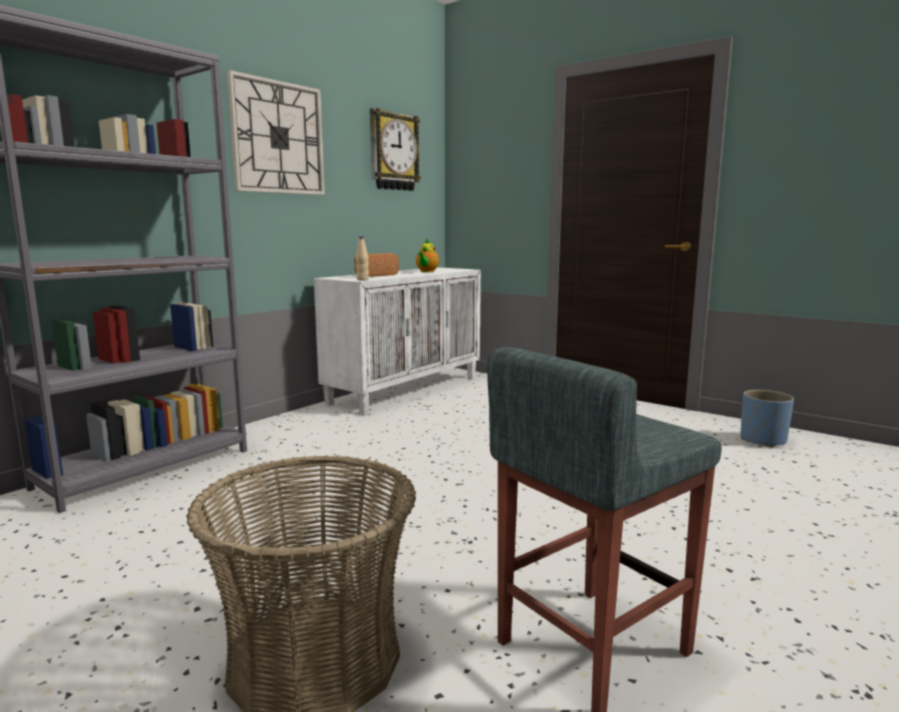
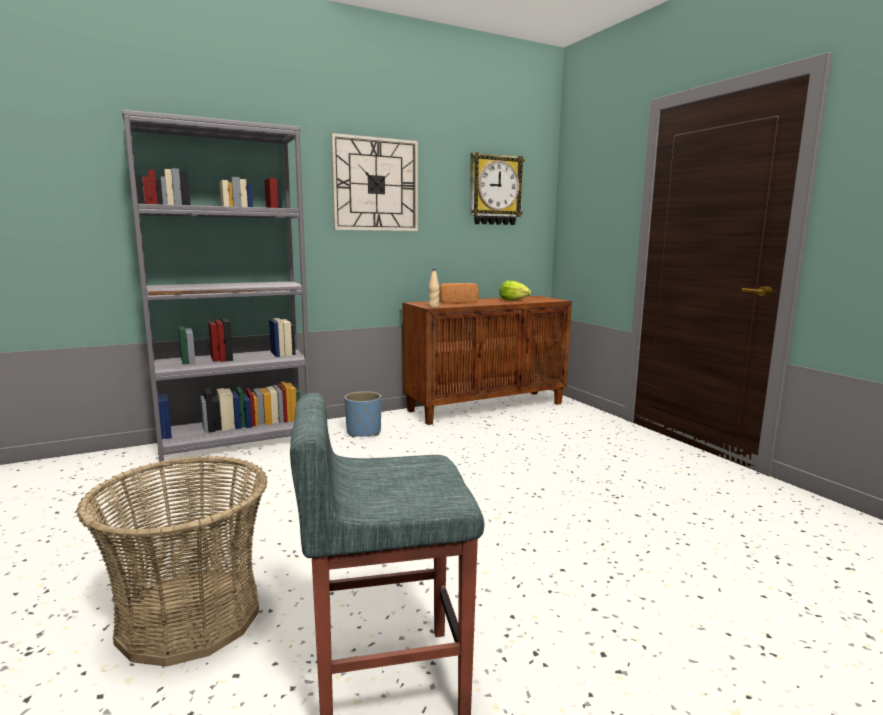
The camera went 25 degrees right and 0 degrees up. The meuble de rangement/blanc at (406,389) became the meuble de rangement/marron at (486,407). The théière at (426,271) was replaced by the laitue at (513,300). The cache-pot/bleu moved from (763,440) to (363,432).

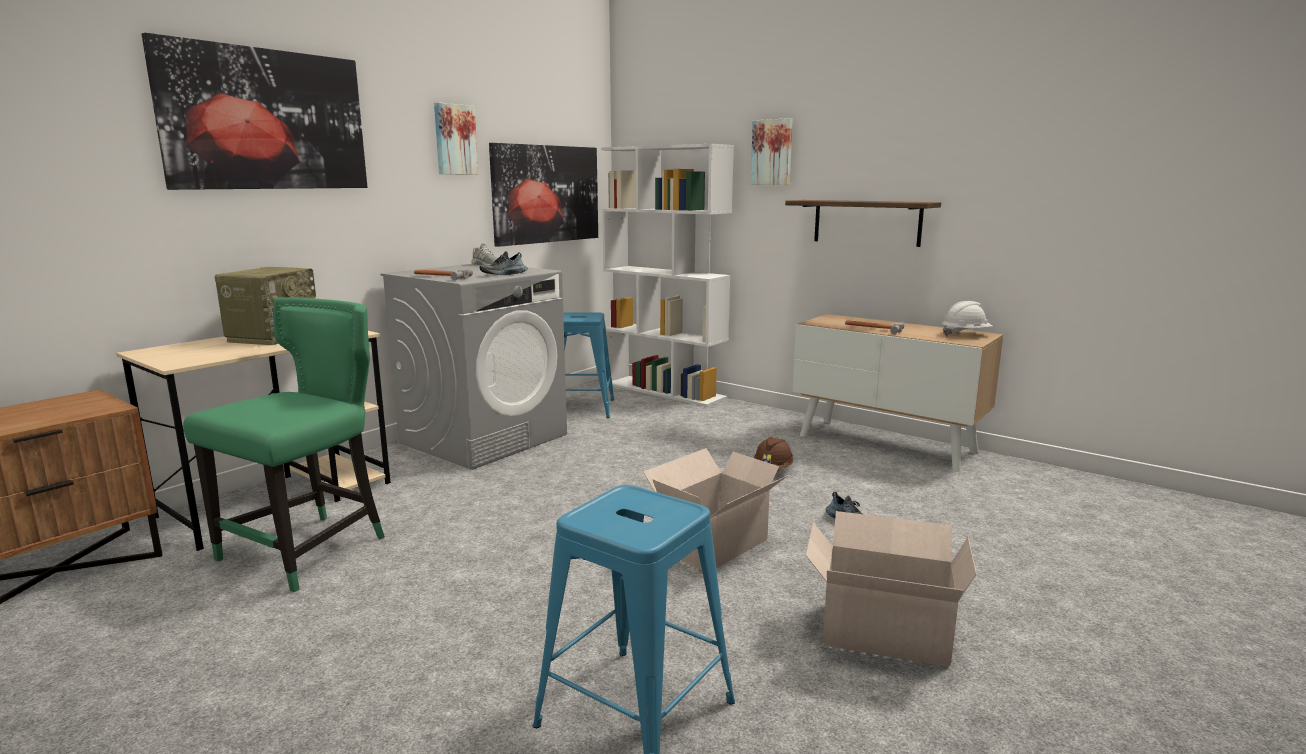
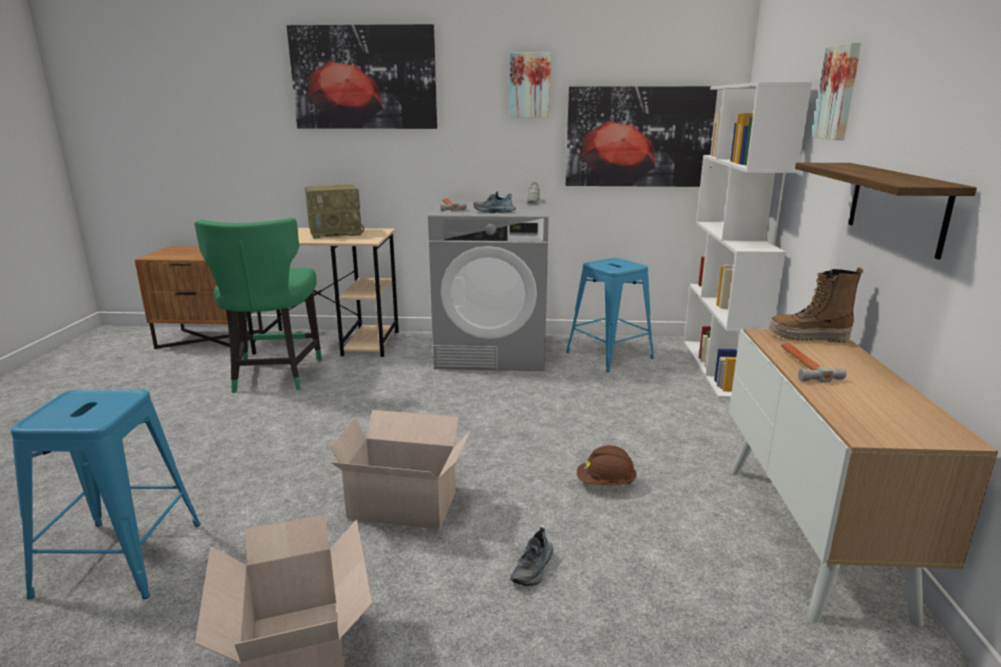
The camera went 55 degrees right and 5 degrees up. The chaise/vert at (309,549) turned 90 degrees clockwise. The casque de chantier/blanc at (965,334) disappeared. The botte at (808,338) appeared.

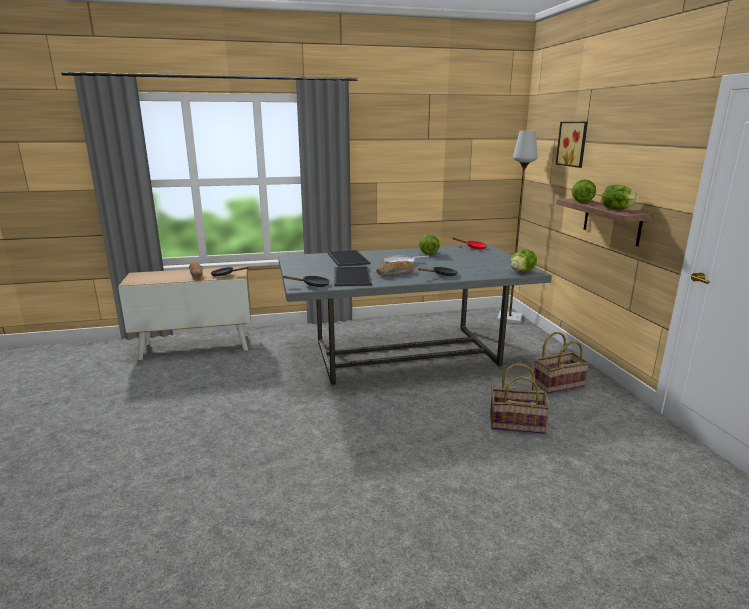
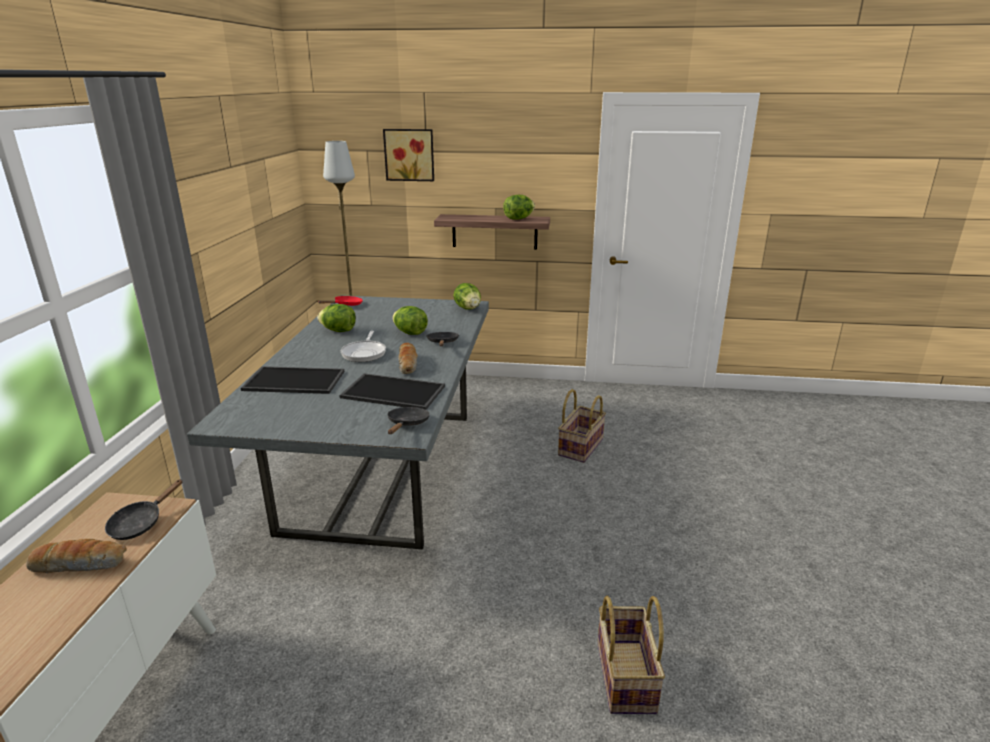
The camera went 70 degrees left and 5 degrees up. The panier moved from (558,384) to (624,676). The laitue moved from (582,201) to (410,333).

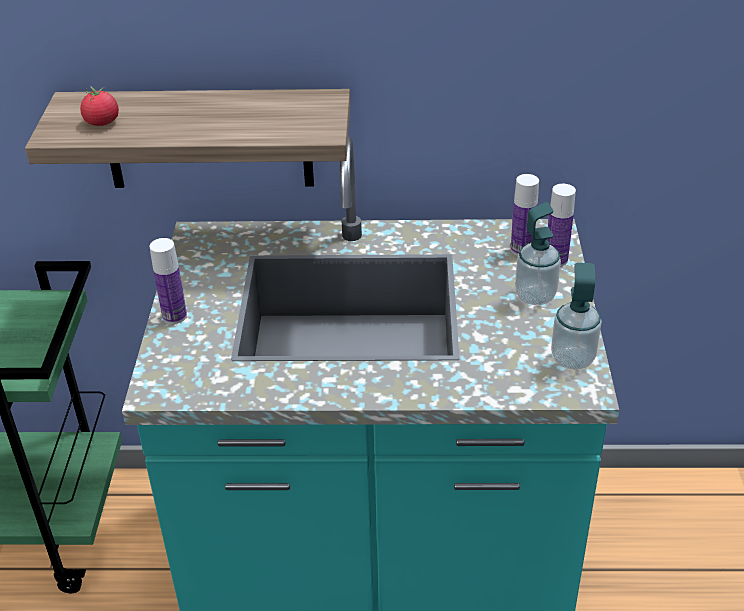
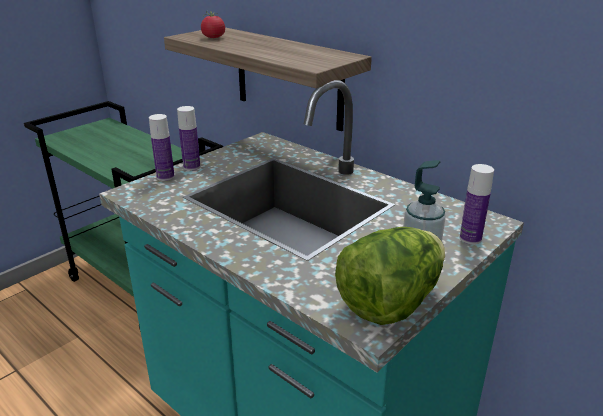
The camera went 40 degrees right and 10 degrees down. The bouteille moved from (521,249) to (165,177). The distributeur de savon at (572,358) was replaced by the laitue at (390,302).

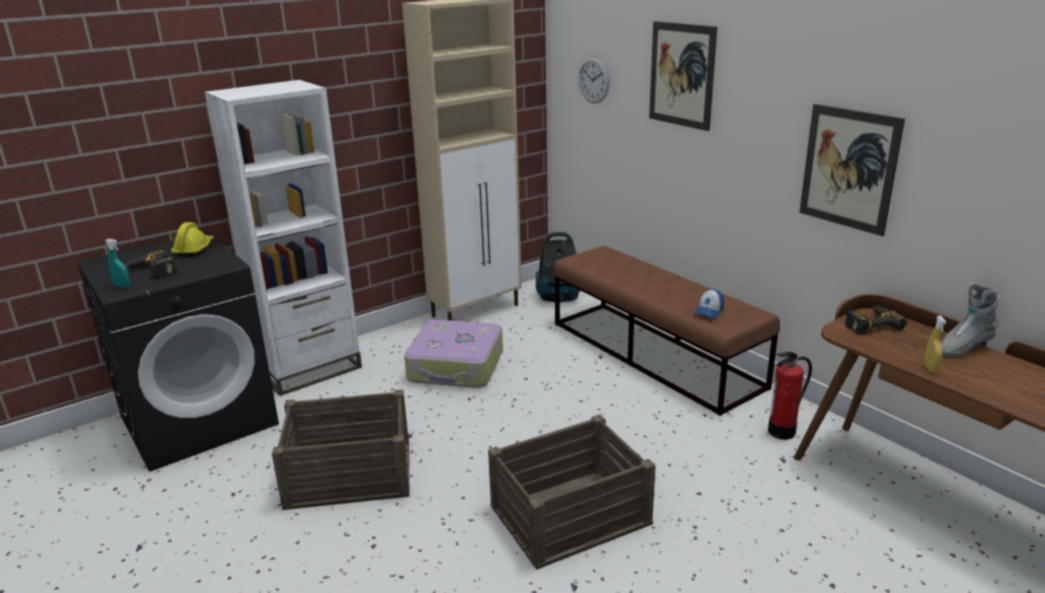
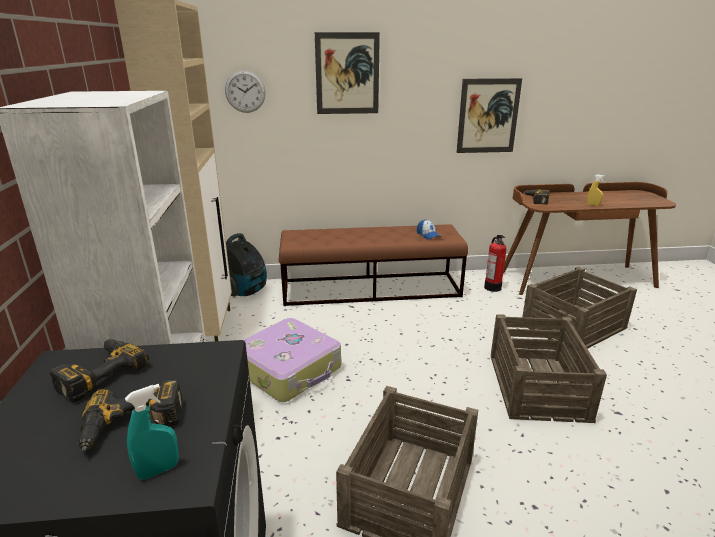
The camera went 60 degrees left and 0 degrees up. The casque de chantier/jaune at (194,249) was replaced by the perceuse at (98,373). The botte/gris at (963,348) disappeared. The caisse at (574,326) appeared.

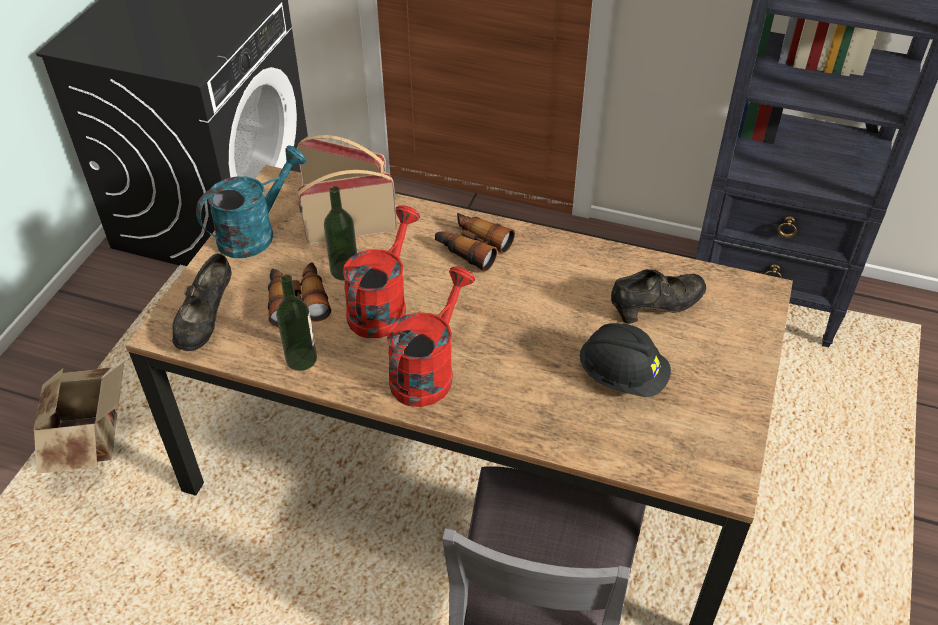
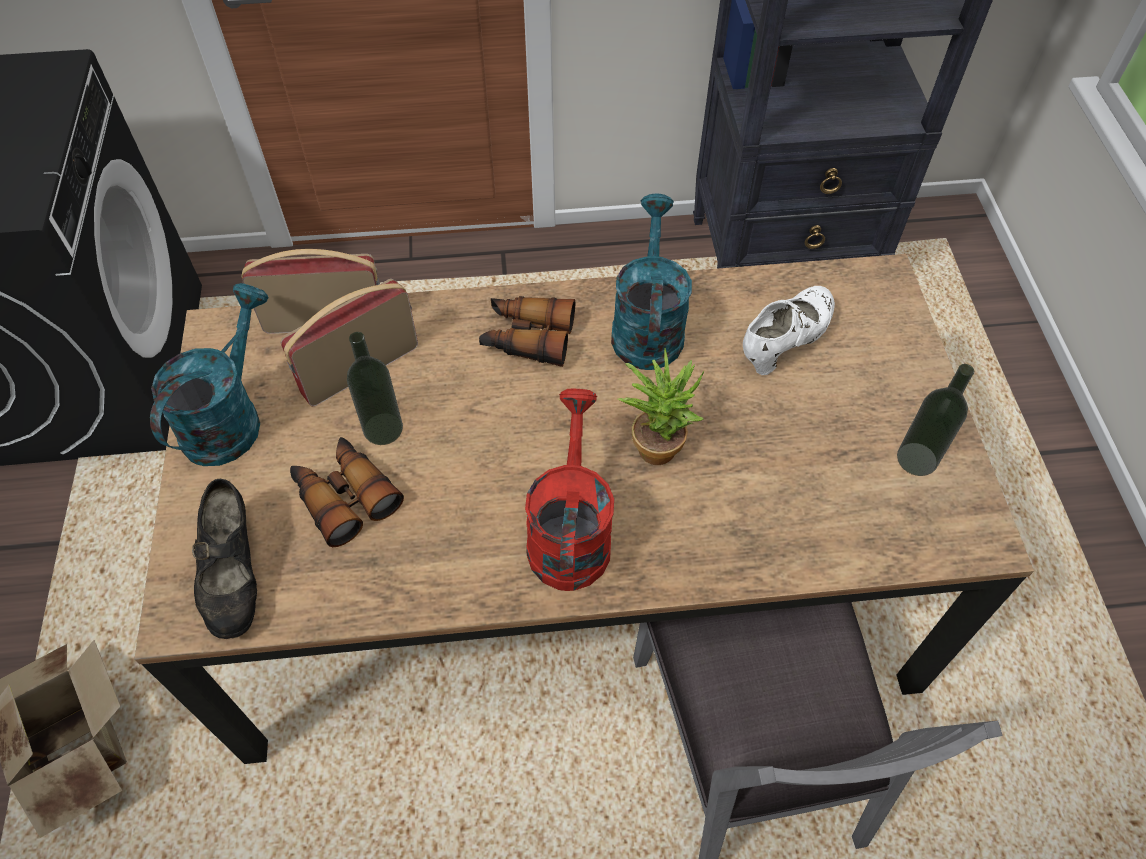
The camera went 25 degrees left and 10 degrees up. The bouteille moved from (301,359) to (917,459). The arrosoir/rouge at (382,306) disappeared. The casque de chantier/noir at (622,376) disappeared. The chaussure/noir at (656,308) became the chaussure/blanc at (785,342). The arrosoir/turquoise at (647,326) appeared. The plante en pot at (657,442) appeared.

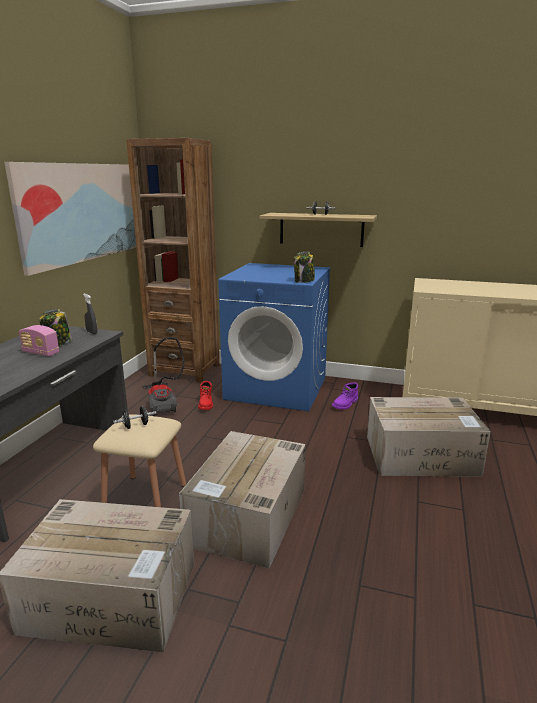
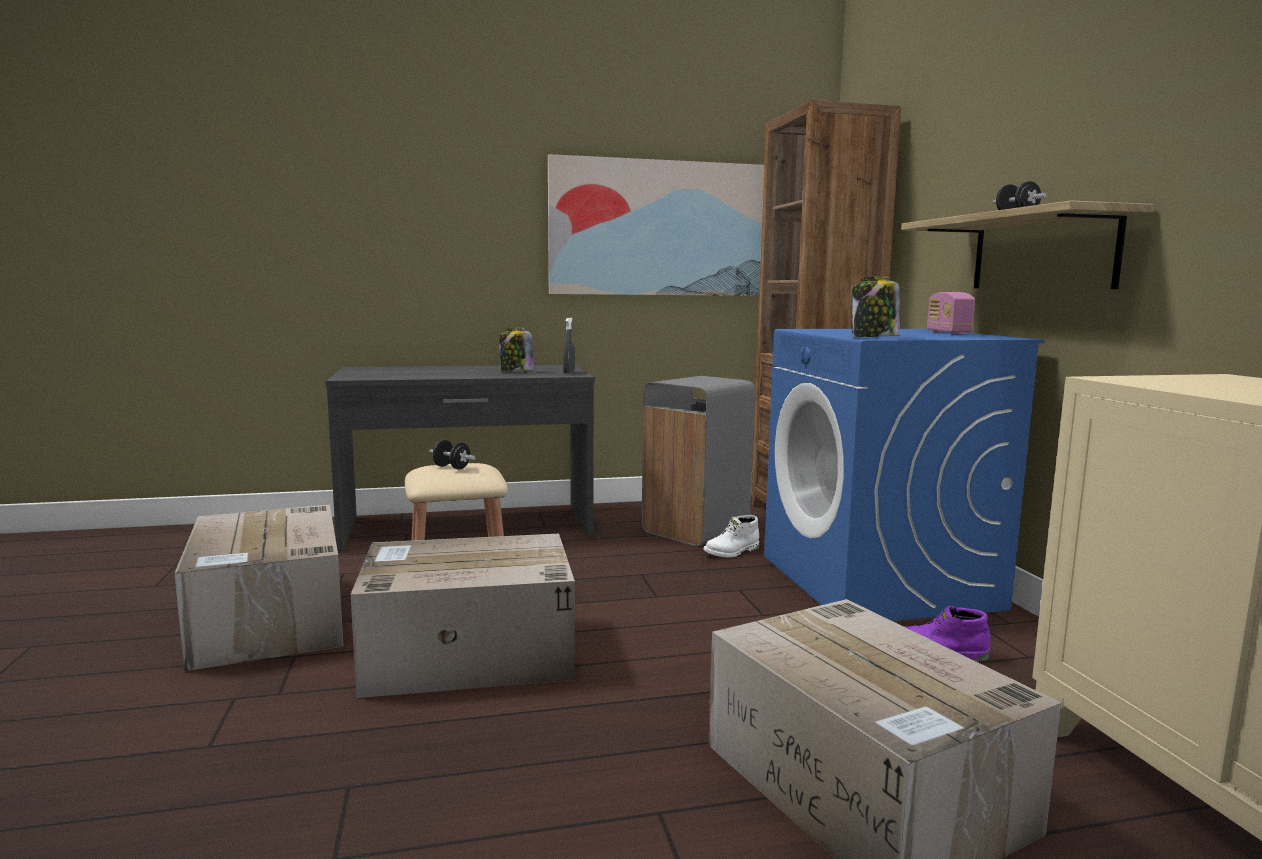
The camera went 60 degrees right and 10 degrees down. The radio moved from (41,353) to (948,332). The aspirateur at (163,402) was replaced by the poubelle/gris at (694,530). The botte/rouge at (206,404) became the botte/blanc at (732,552).

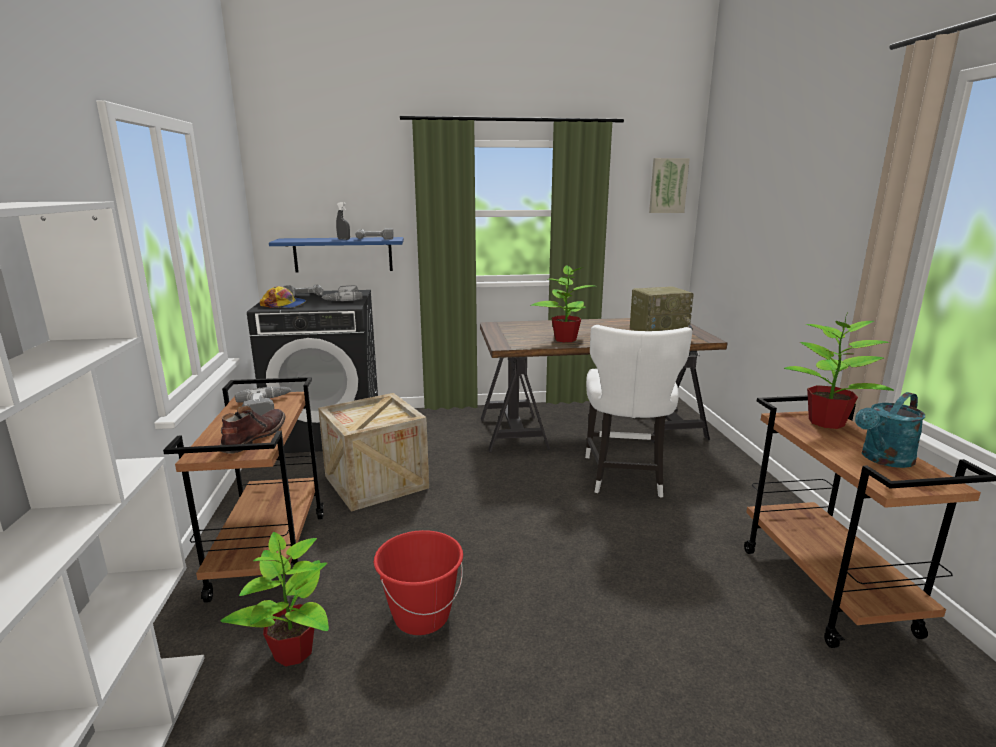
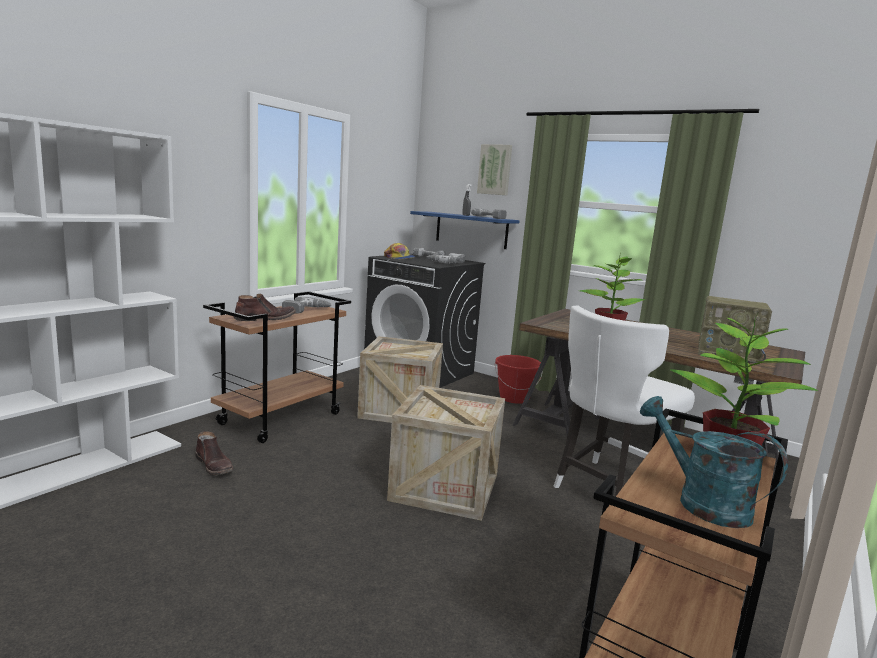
The camera went 40 degrees right and 5 degrees down. The plante en pot at (293,653) was replaced by the botte/marron at (215,465). The seau/rouge moved from (421,616) to (514,398). The tableau moved from (668,185) to (495,170). The arrosoir/turquoise at (883,459) turned 45 degrees clockwise. The caisse at (445,487) appeared.

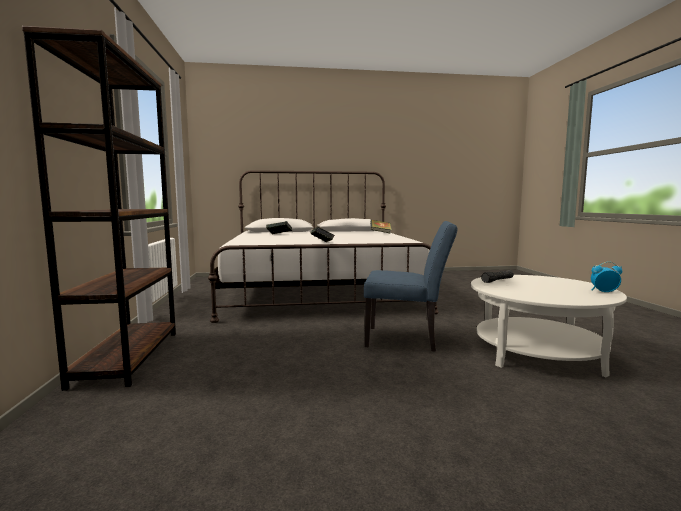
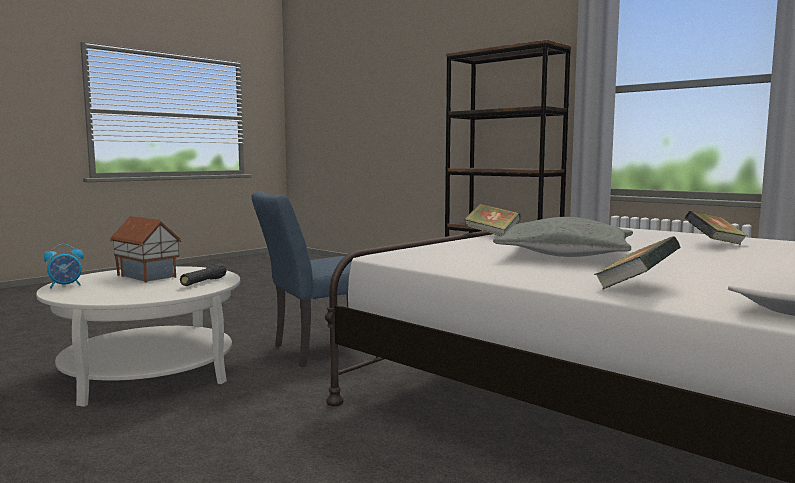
The camera went 140 degrees right and 0 degrees up. The maison miniature at (148,275) appeared. The coussin/gris at (566,255) appeared.

